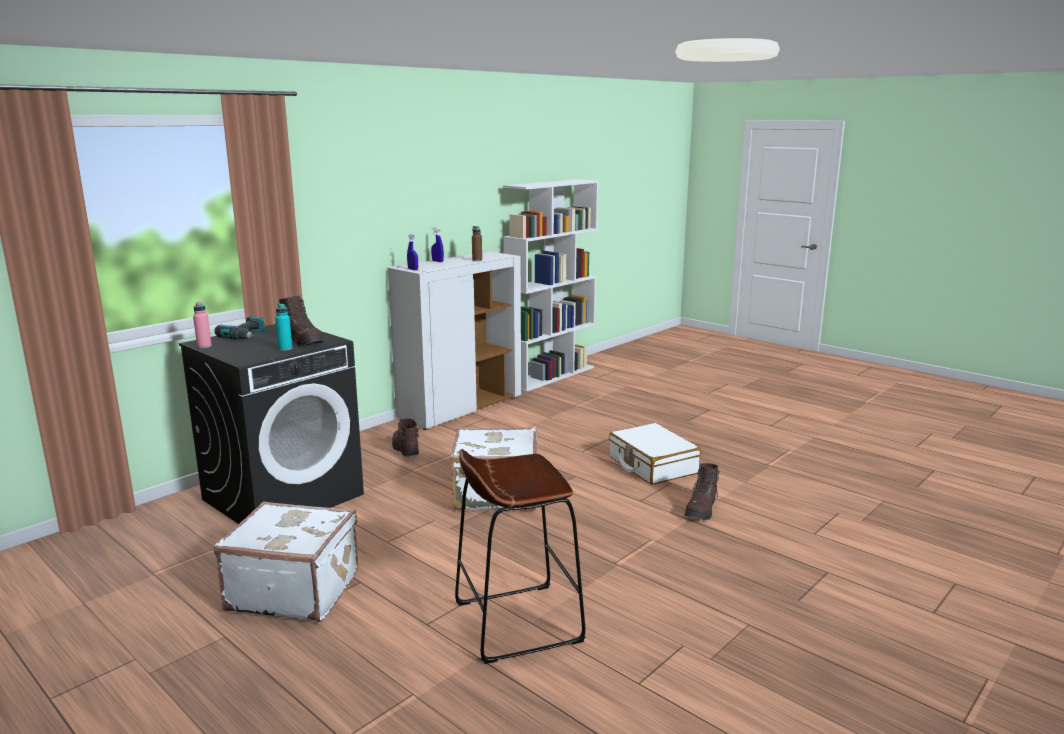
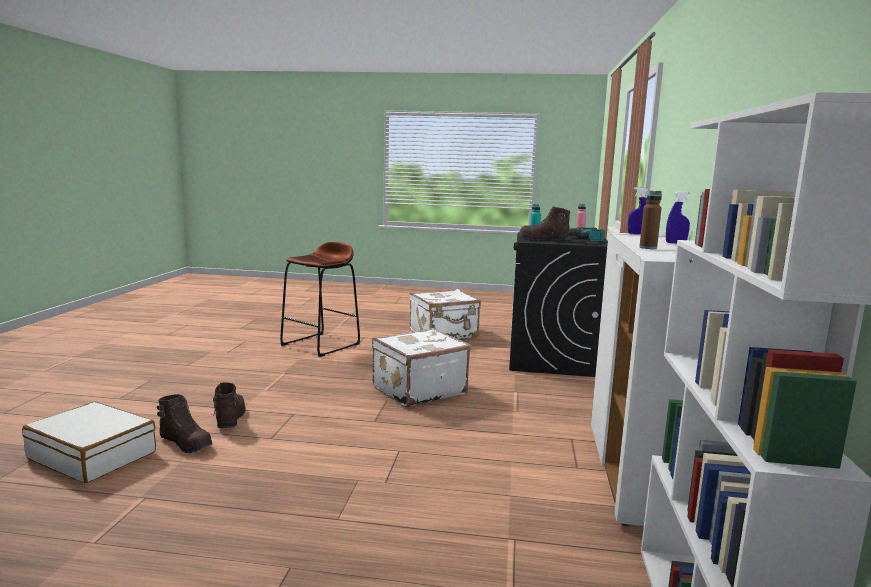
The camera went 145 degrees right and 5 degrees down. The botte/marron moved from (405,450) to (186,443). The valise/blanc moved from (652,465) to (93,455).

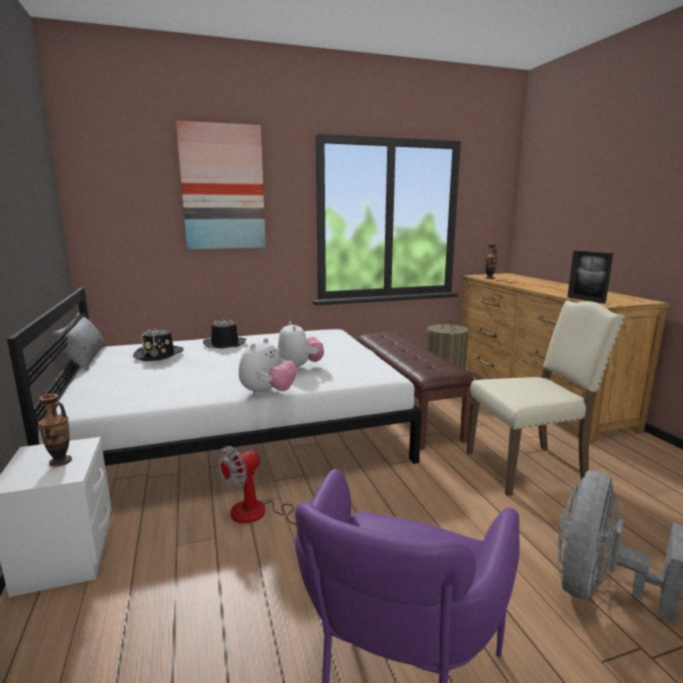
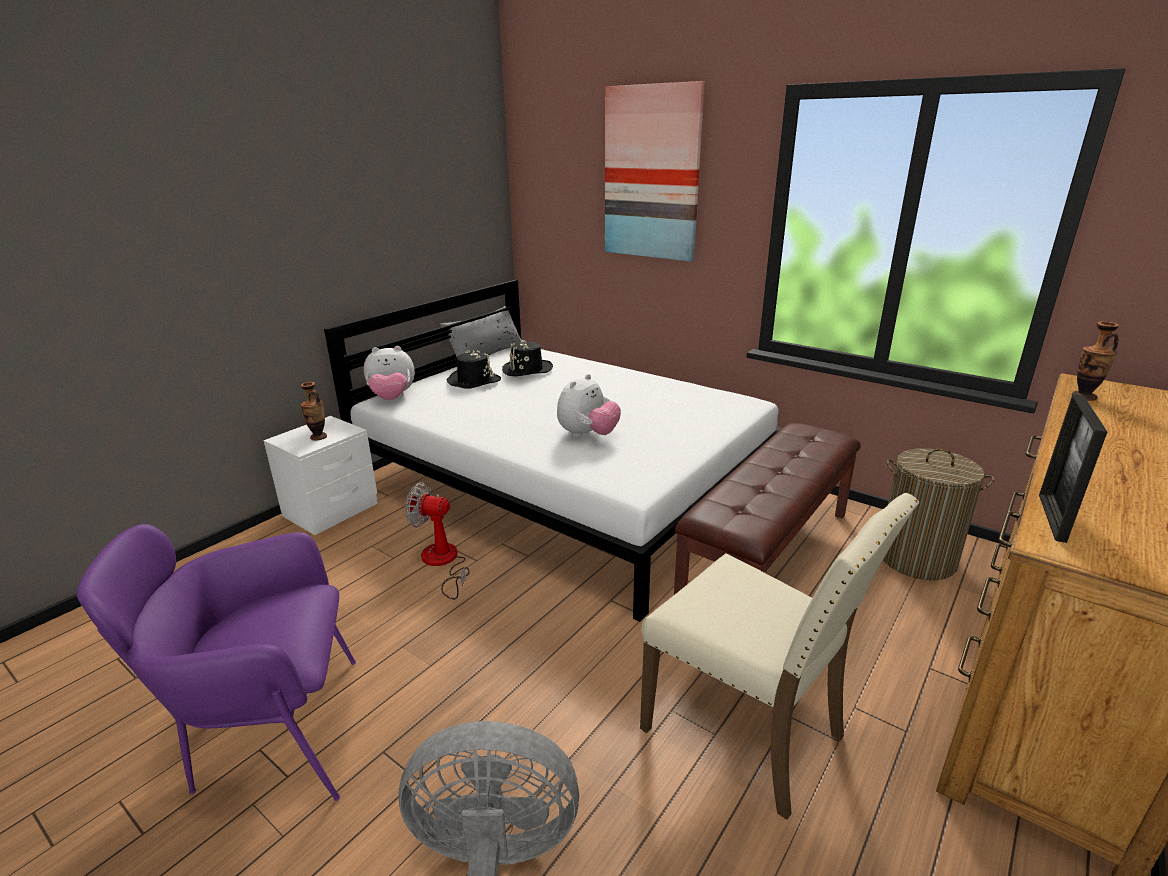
The camera went 55 degrees right and 10 degrees up. The chapeau/noir moved from (225,344) to (473,381). The peluche moved from (268,393) to (392,398).

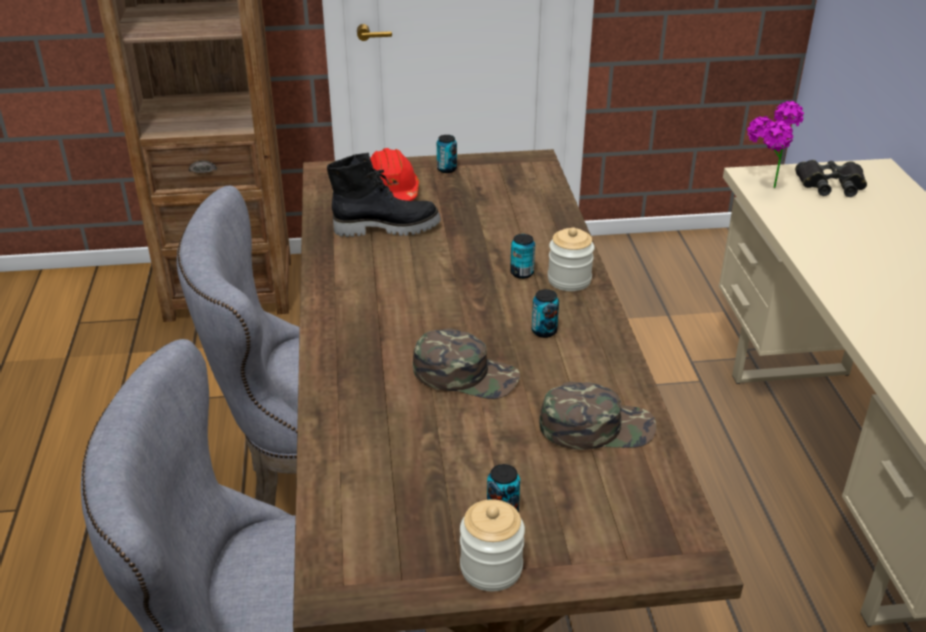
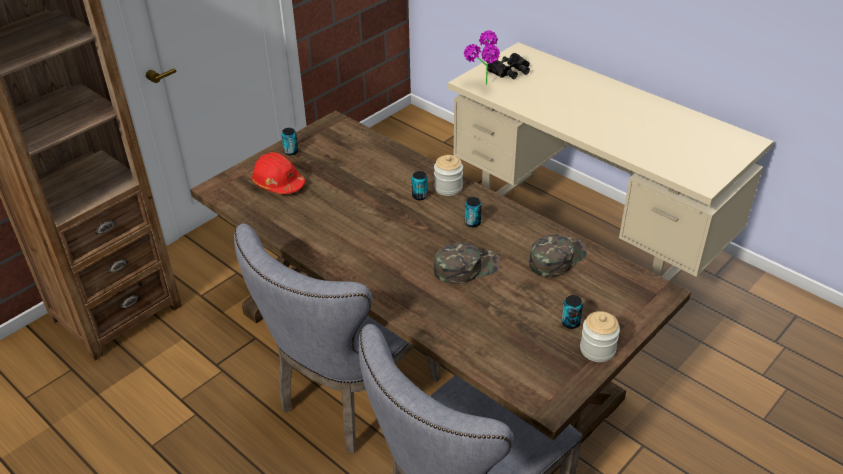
The camera went 40 degrees left and 5 degrees up. The botte/noir at (386,227) disappeared.

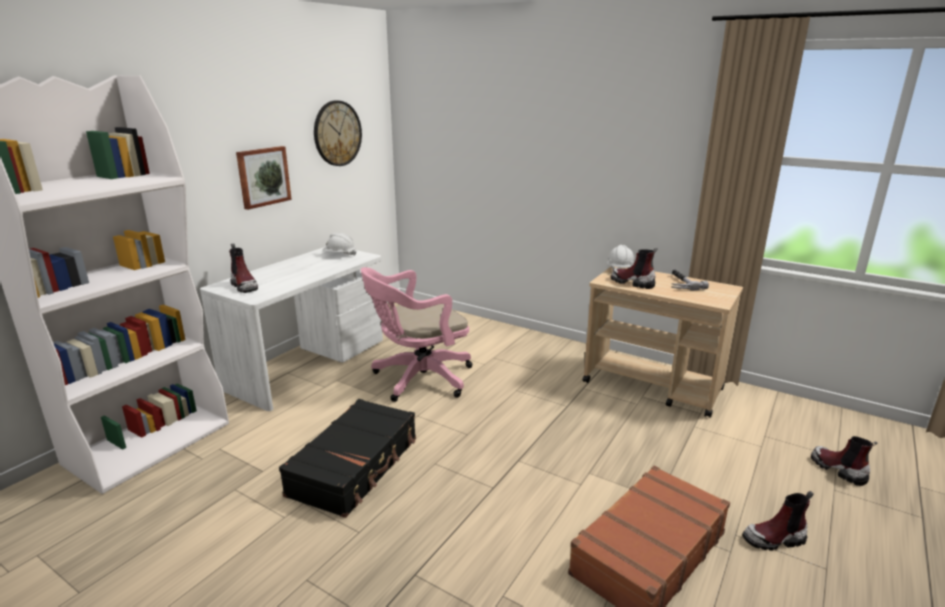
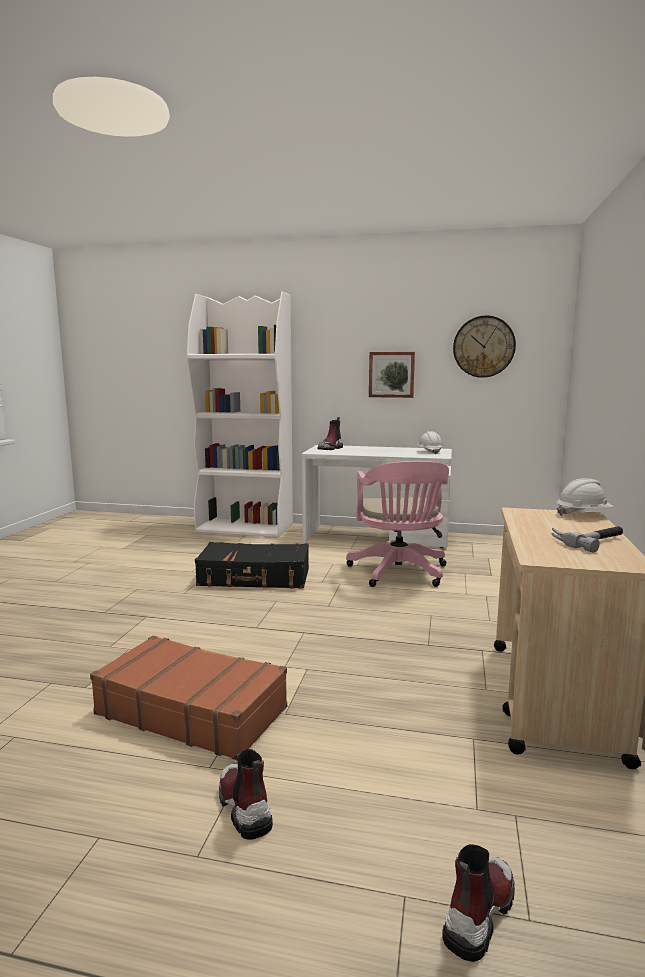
The camera went 70 degrees right and 10 degrees down. The chaise de bureau/rose at (418,379) turned 135 degrees counterclockwise. The botte at (632,283) disappeared.

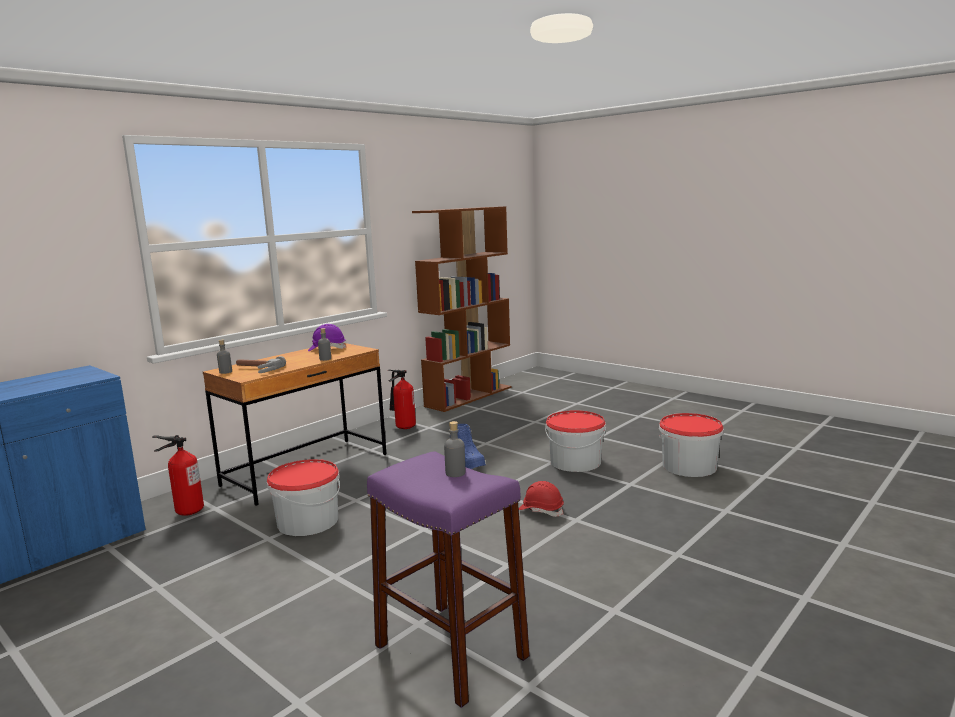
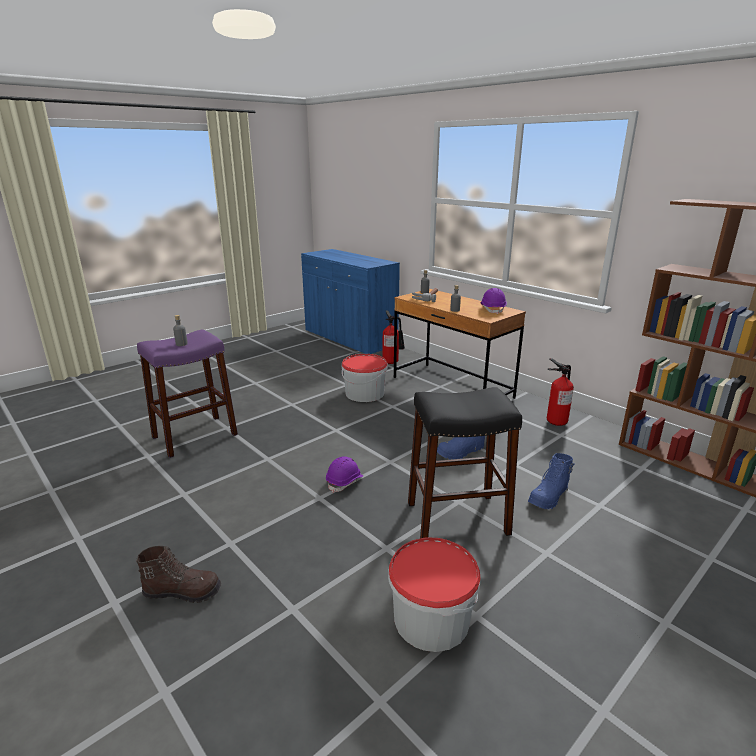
The camera went 95 degrees right and 10 degrees up. The casque de chantier/rouge at (541,510) became the casque de chantier/violet at (344,481). The seau at (575,461) was replaced by the tabouret/noir at (457,518). The botte/marron at (183,591) appeared. The botte/bleu at (549,497) appeared.

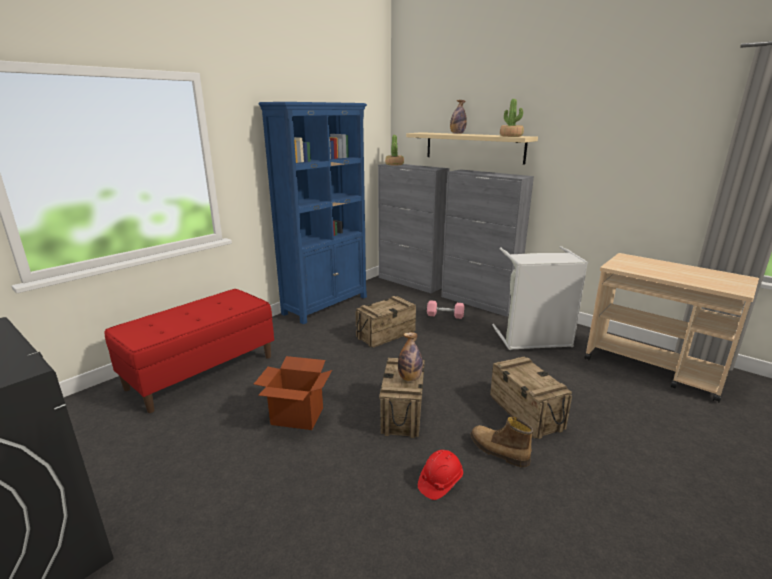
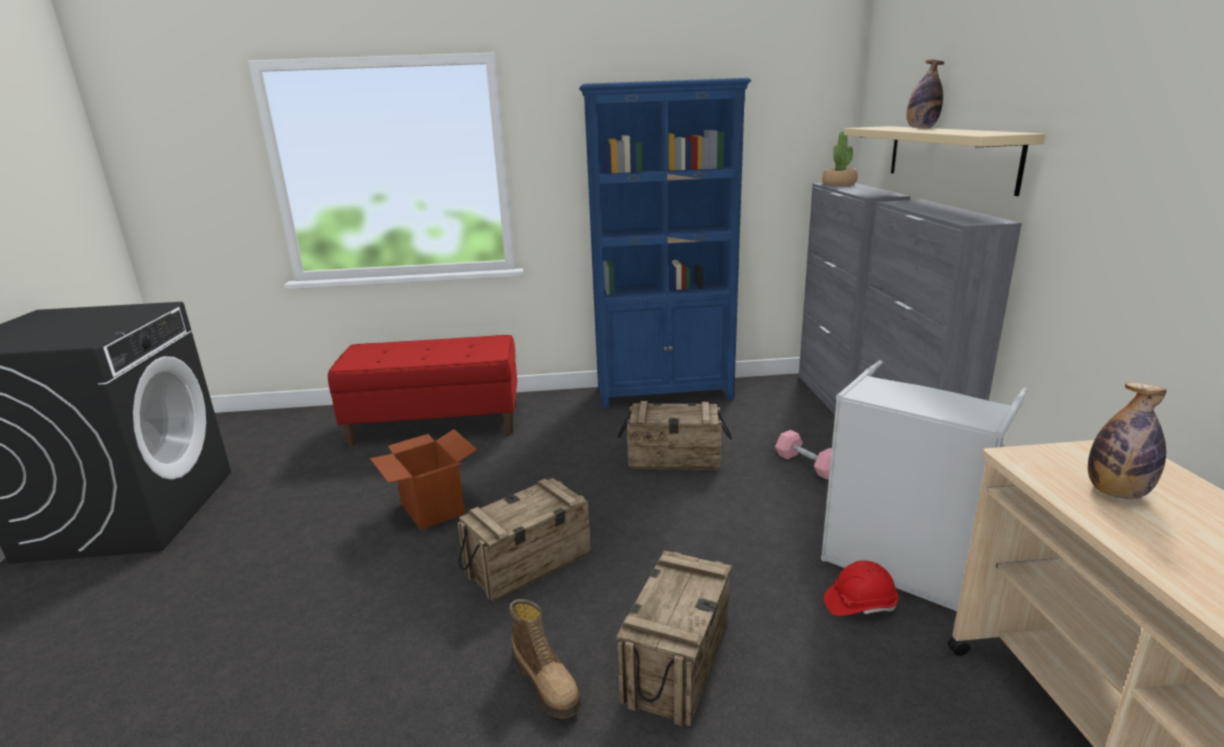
The camera went 45 degrees right and 0 degrees up. The bouteille moved from (410,378) to (1116,493). The casque de chantier/rouge moved from (440,482) to (859,604). The botte at (498,451) turned 150 degrees clockwise. The plante en pot at (511,136) disappeared.

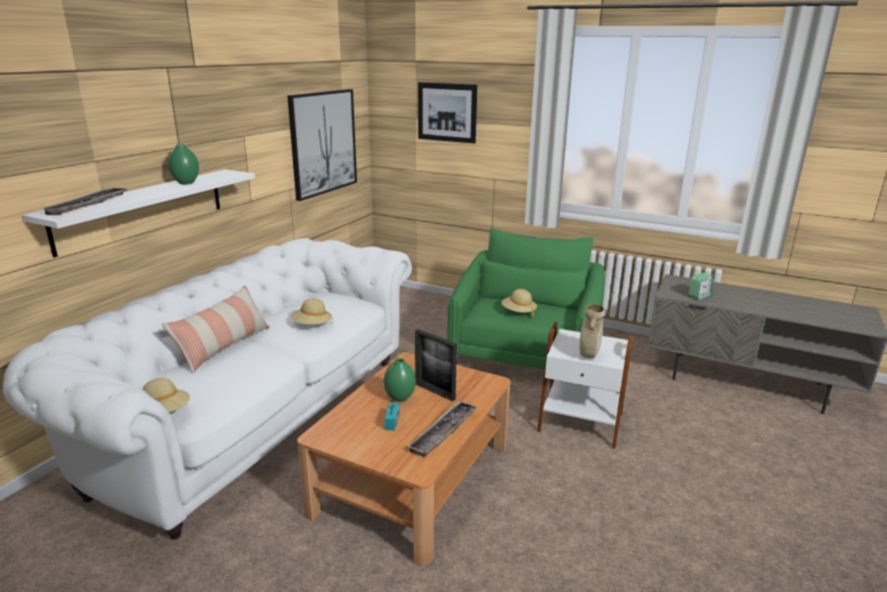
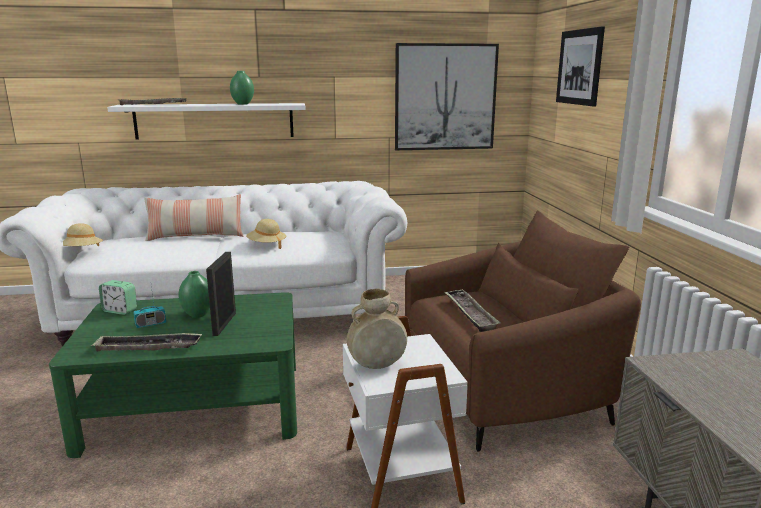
The camera went 55 degrees right and 5 degrees down. The table basse/marron at (413,478) became the table basse/vert at (196,405). The fauteuil/vert at (524,355) became the fauteuil/marron at (503,387). The chapeau/beige at (518,312) was replaced by the plateau at (470,313). The réveil moved from (699,296) to (120,310).

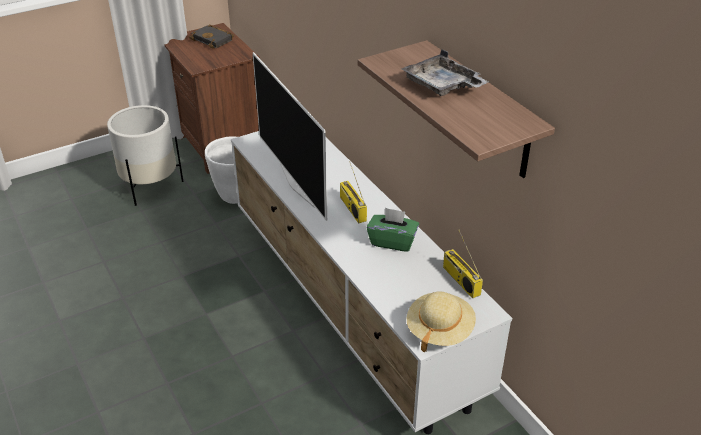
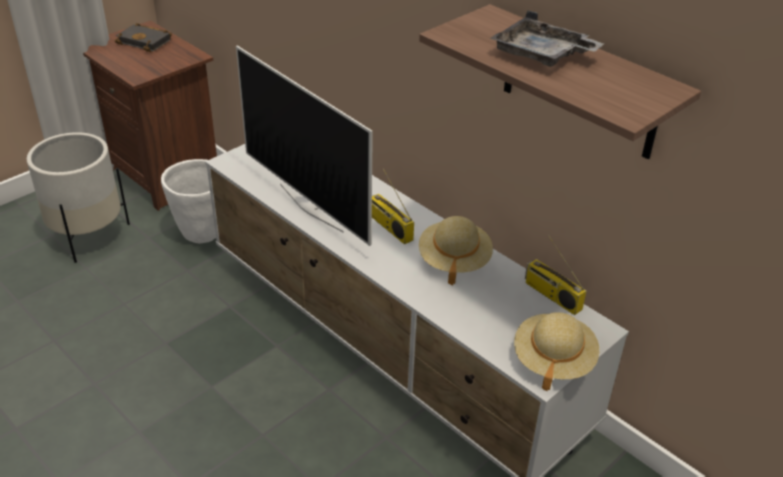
The camera went 15 degrees left and 0 degrees up. The boîte à mouchoirs/vert at (392,241) was replaced by the chapeau/beige at (454,260).

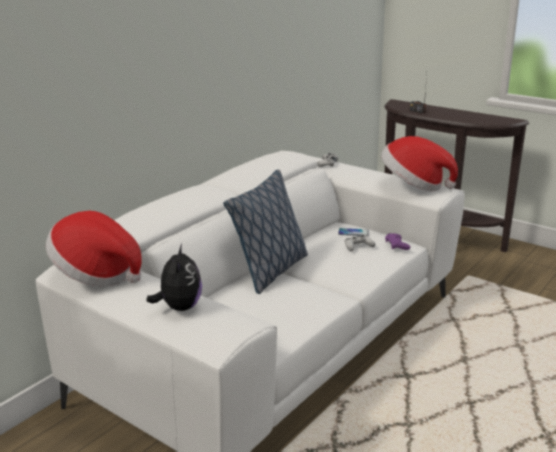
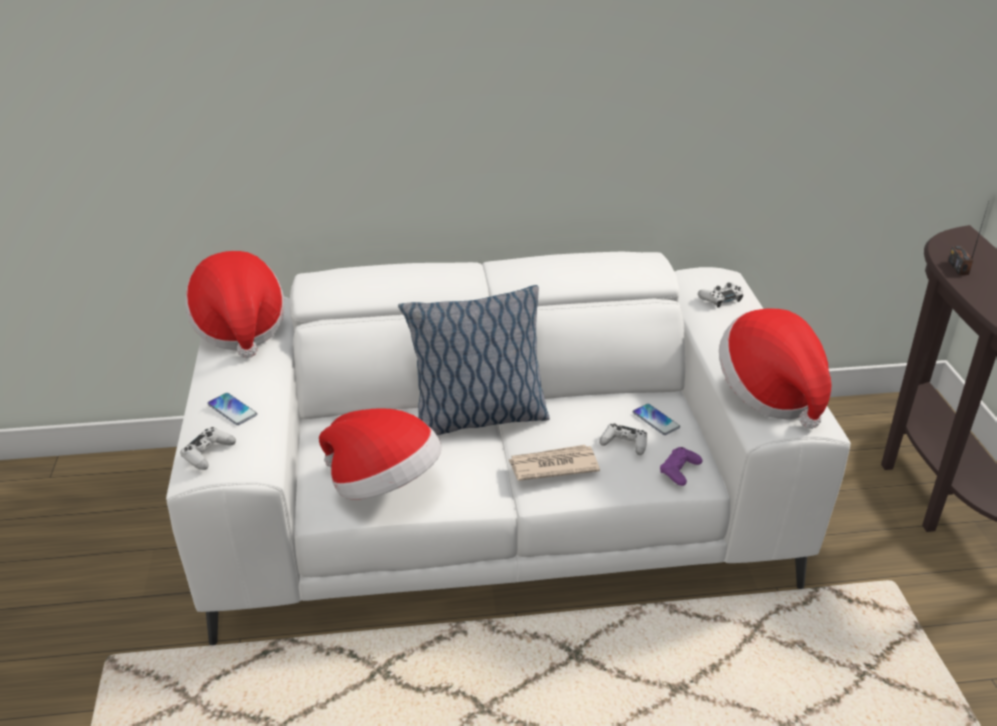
The camera went 45 degrees right and 10 degrees up. The peluche at (179,307) was replaced by the téléphone at (232,410). The manette/blanc at (208,453) appeared. The chapeau at (384,485) appeared. The journal at (552,466) appeared.

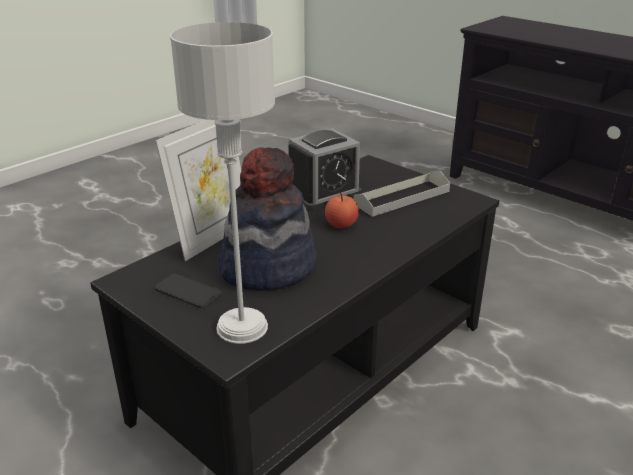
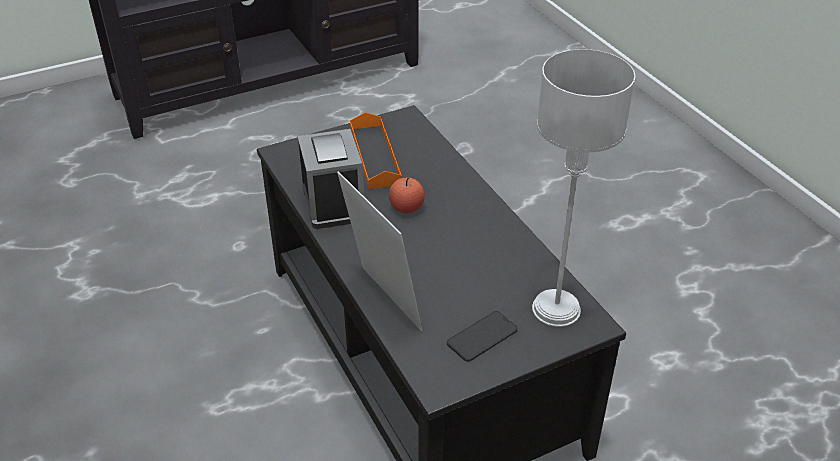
The camera went 70 degrees left and 10 degrees up. The chapeau at (267,266) disappeared. The plateau/gris at (402,197) became the plateau/orange at (375,155).

